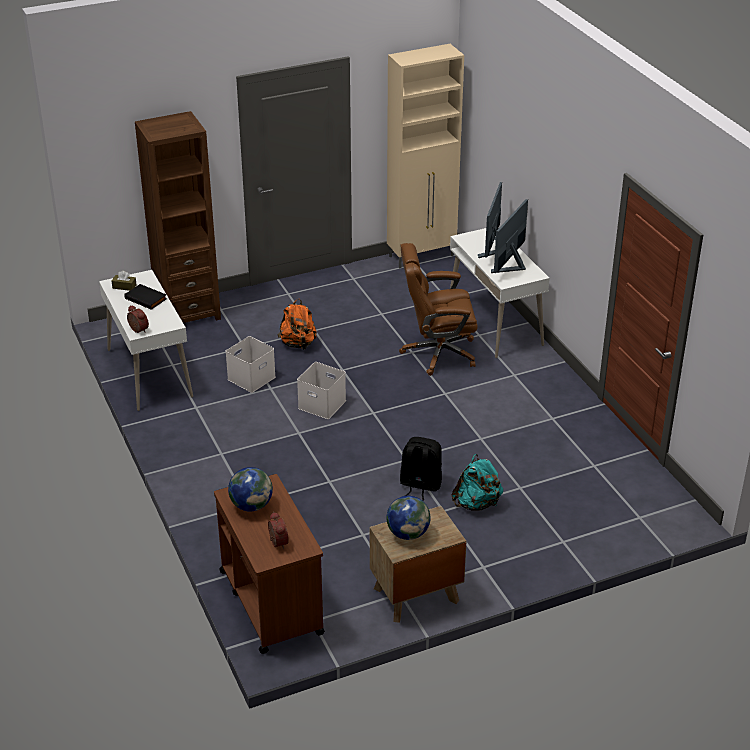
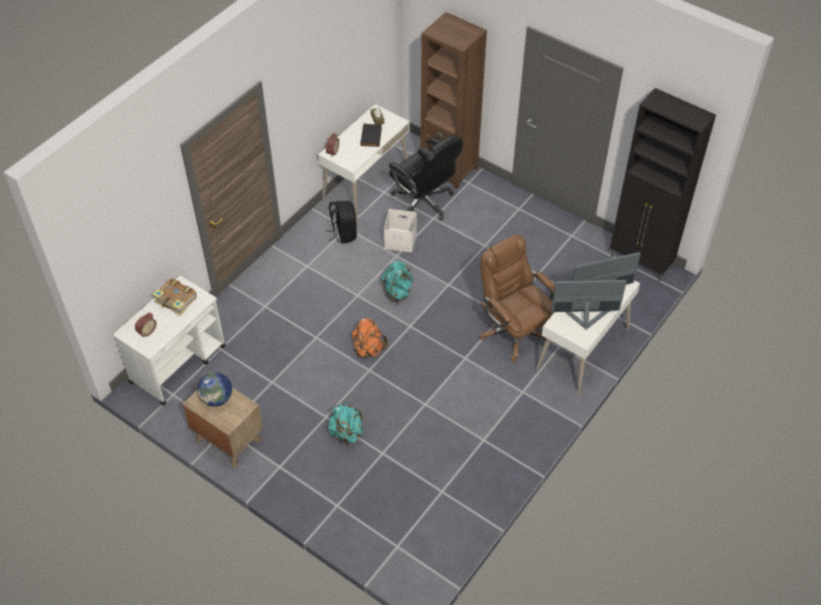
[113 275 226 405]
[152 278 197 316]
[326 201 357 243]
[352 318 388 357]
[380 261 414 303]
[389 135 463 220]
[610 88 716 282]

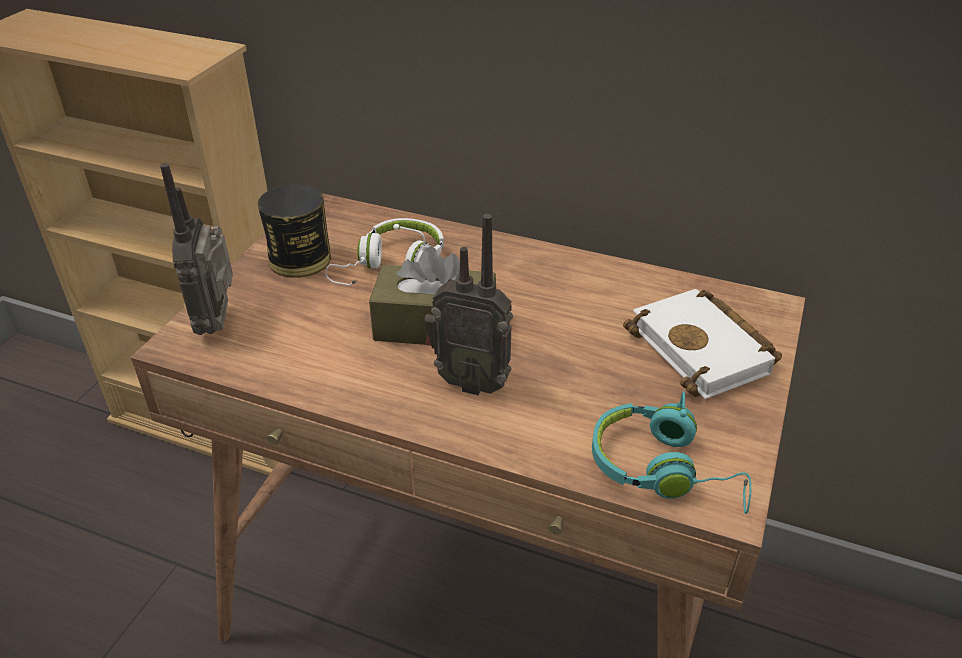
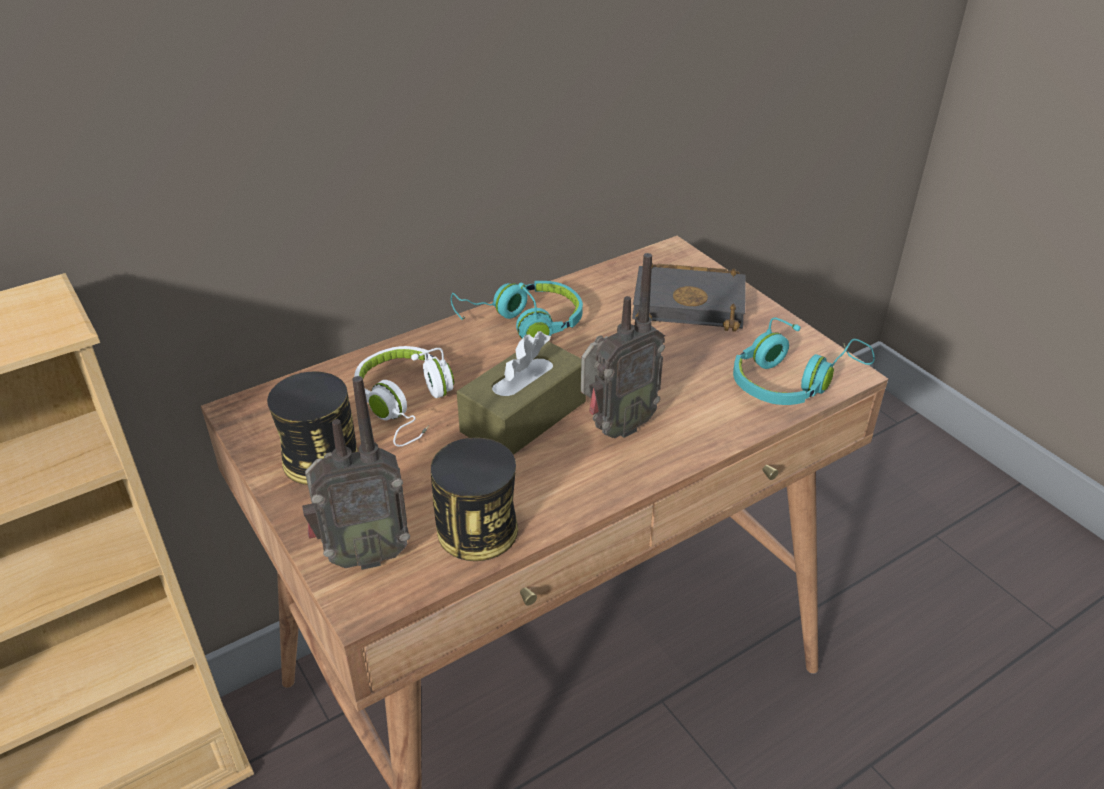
[302 376 410 570]
[431 437 518 561]
[451 281 583 339]
[632 263 746 332]

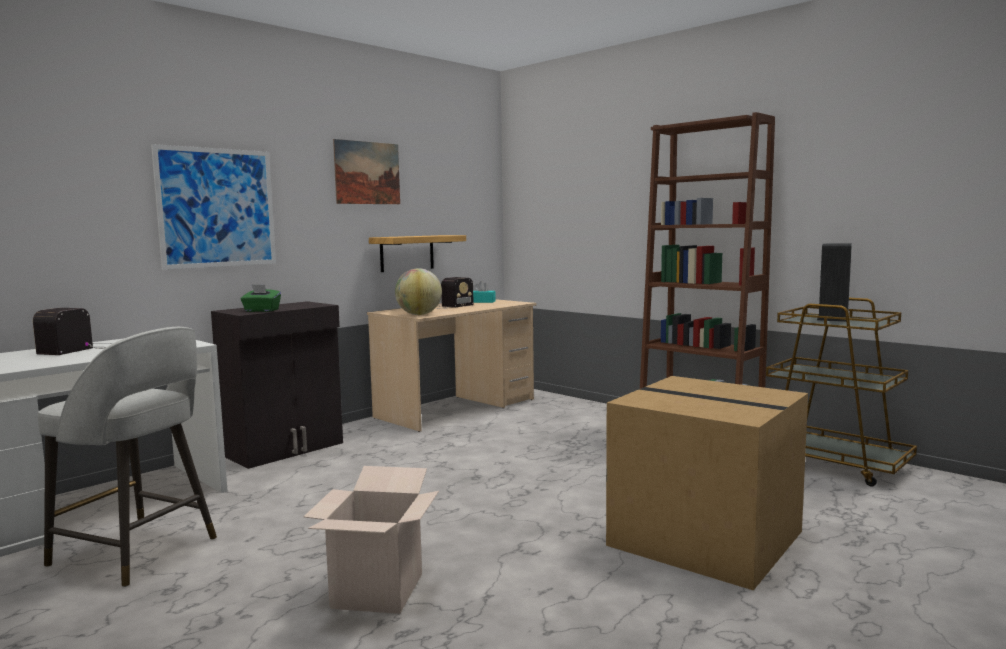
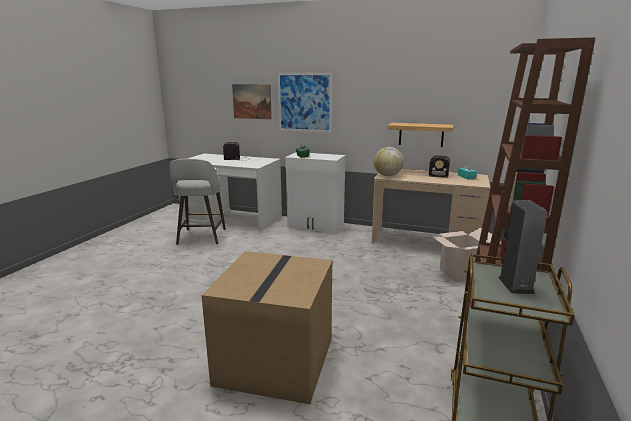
[232 84 272 120]
[285 152 345 233]
[431 228 492 282]

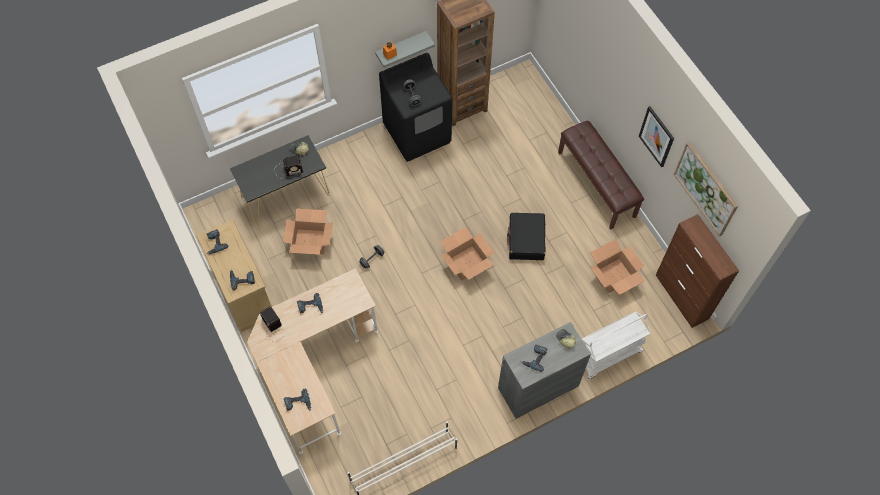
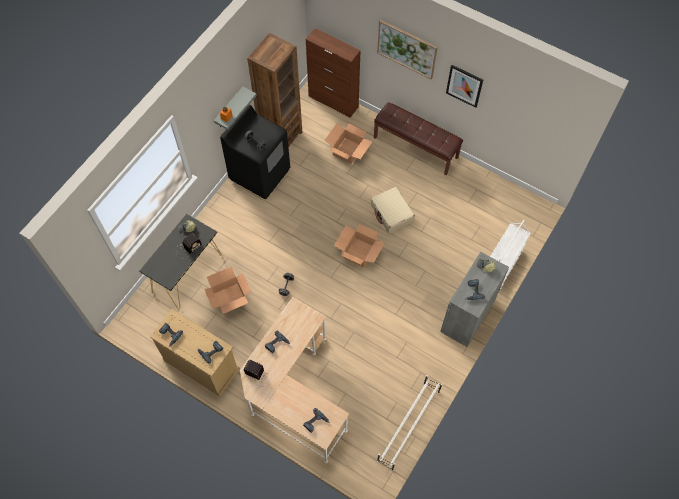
[306 28 361 118]
[324 123 373 164]
[371 187 415 233]
[377 20 437 79]

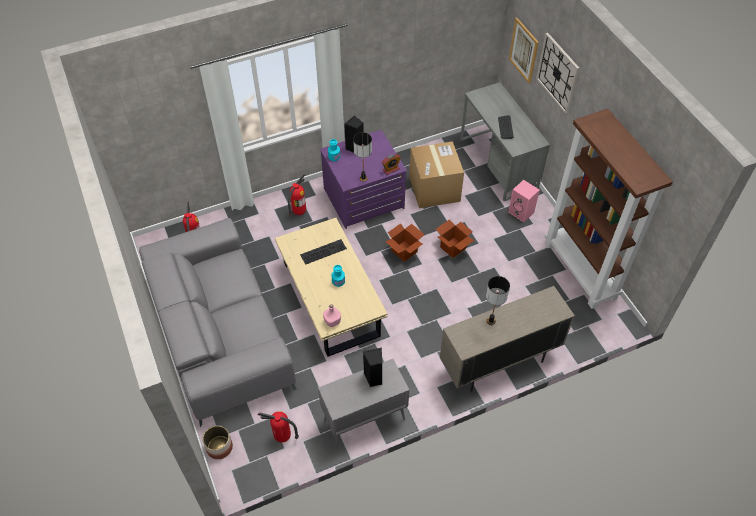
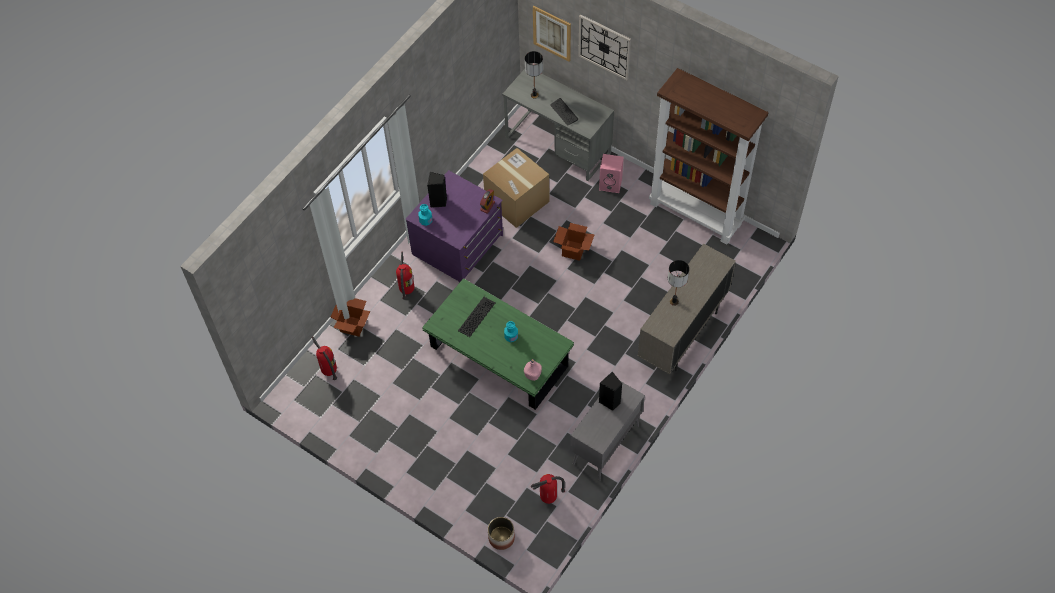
[331 298 370 337]
[422 278 574 410]
[525 51 543 99]
[139 218 297 427] (first image)

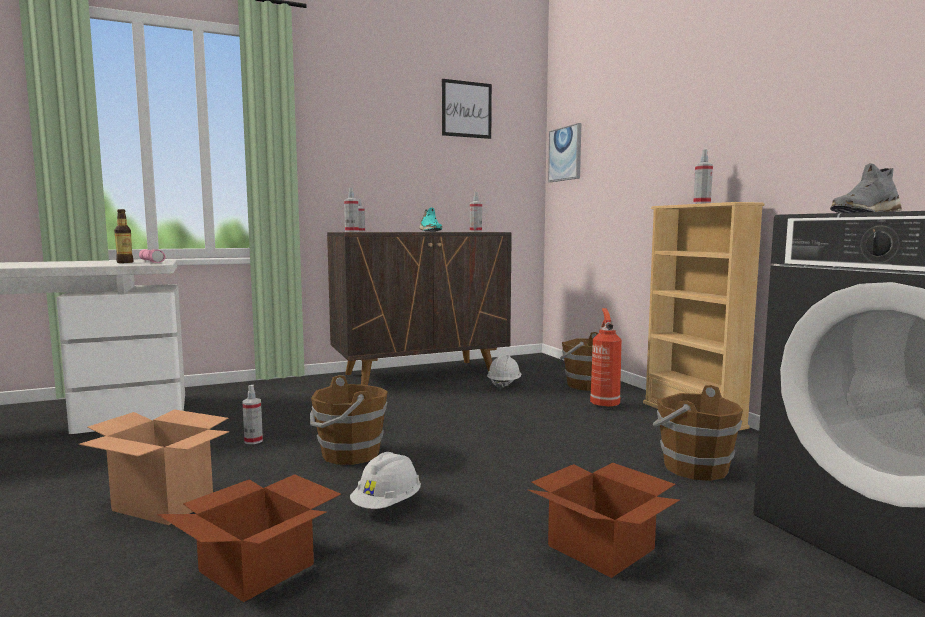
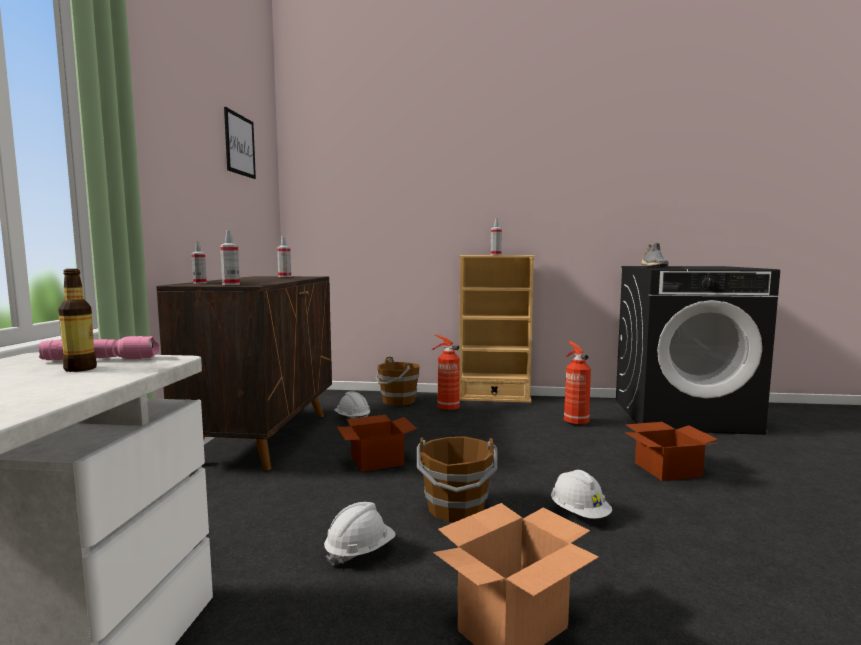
[324 502 396 566]
[337 415 417 472]
[564 341 591 426]
[419 207 442 232] (first image)
[548 123 581 182] (first image)

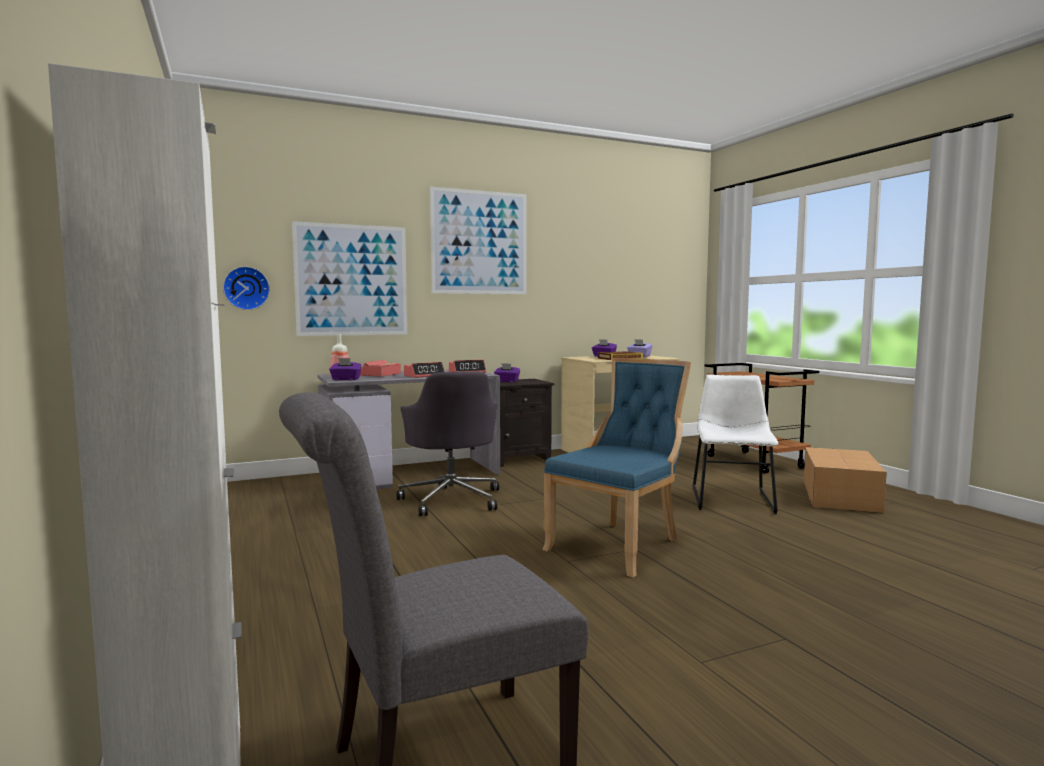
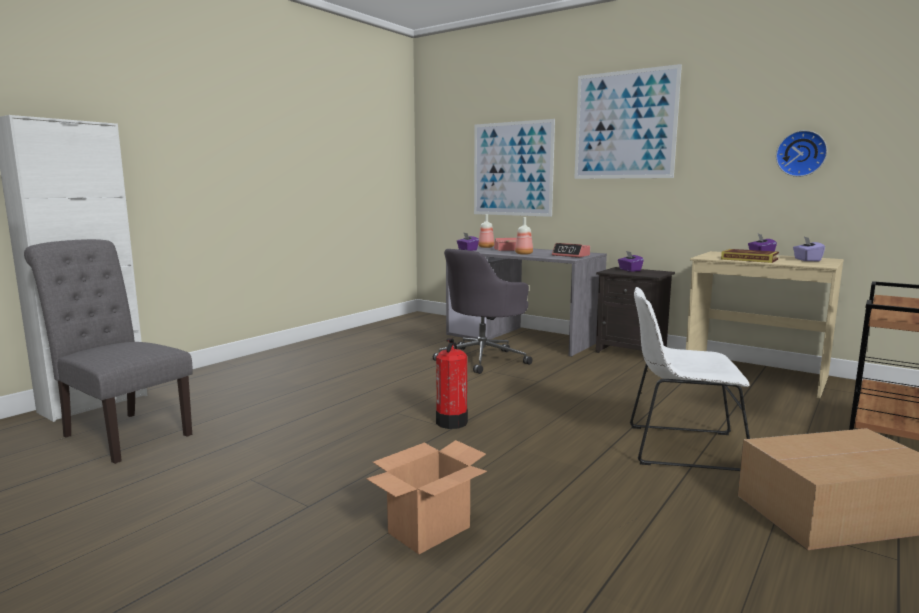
[366 440 487 554]
[436 338 468 429]
[515 217 533 255]
[630 287 750 471]
[776 130 827 177]

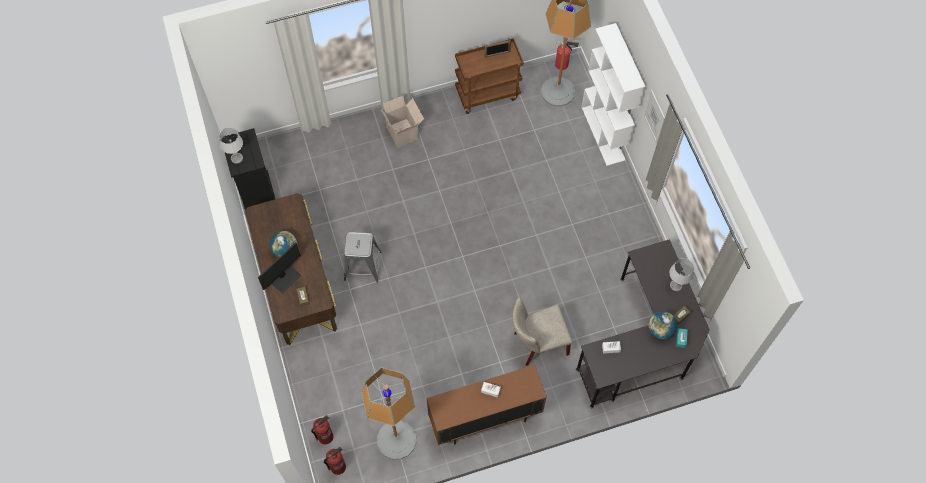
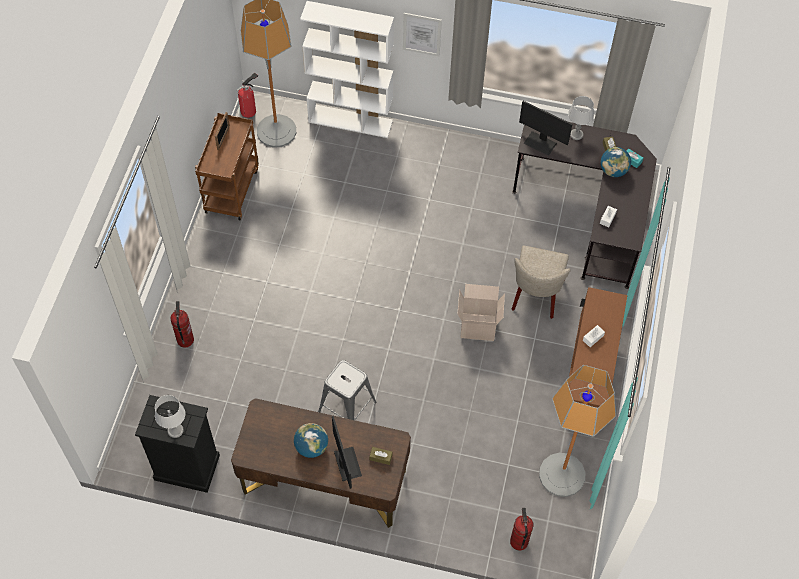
[170 301 194 348]
[458 284 505 341]
[519 101 572 156]

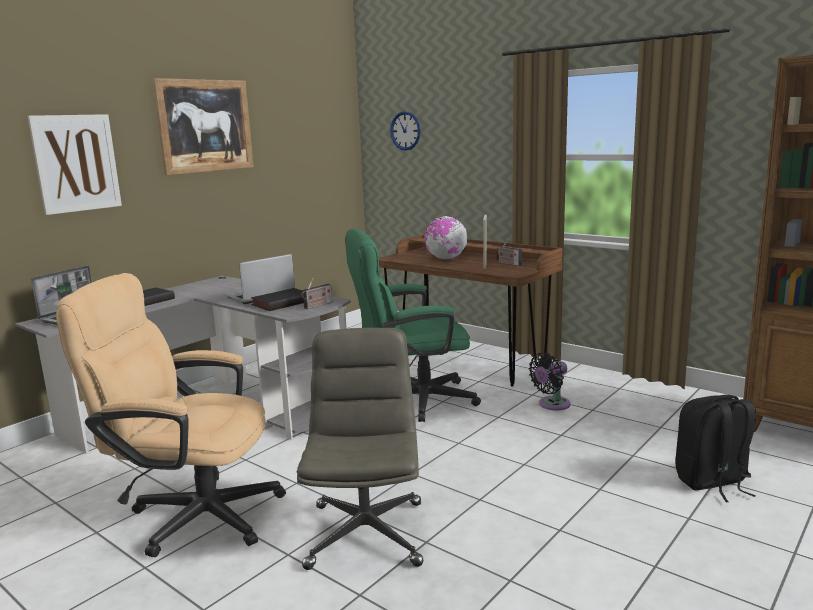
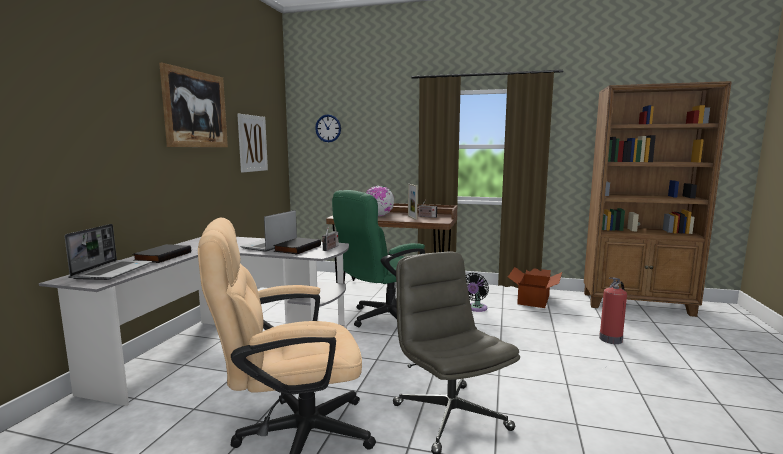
[237 114 268 172]
[508 267 562 308]
[599 278 627 344]

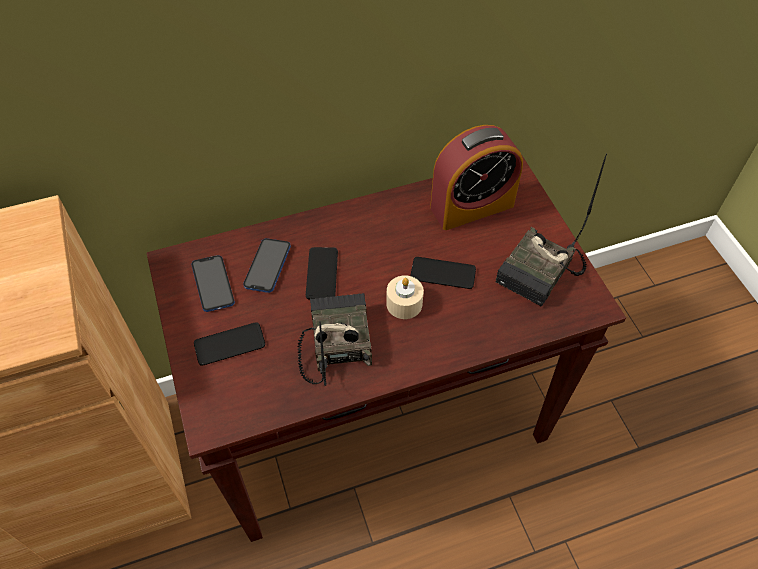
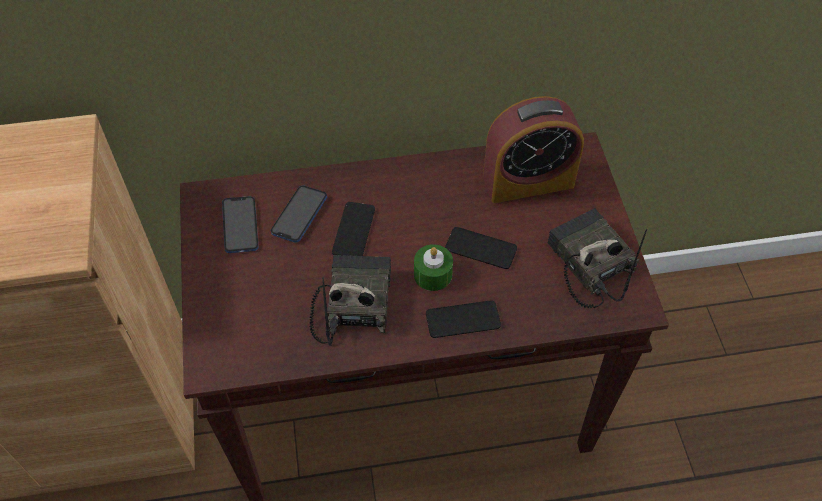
[414 244 453 291]
[426 301 501 338]
[547 208 647 308]

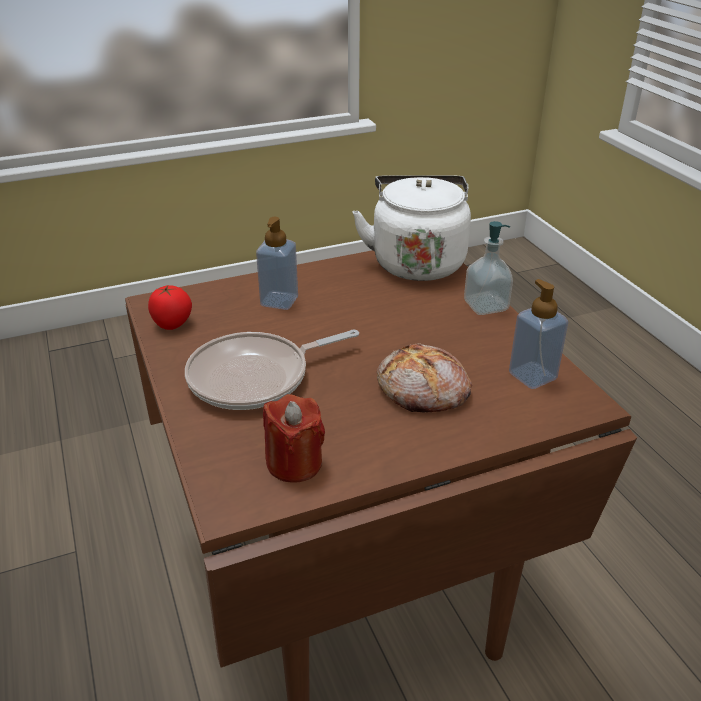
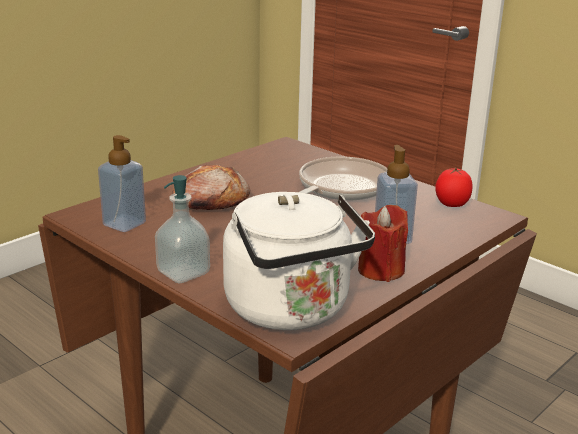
[358 205 408 282]

